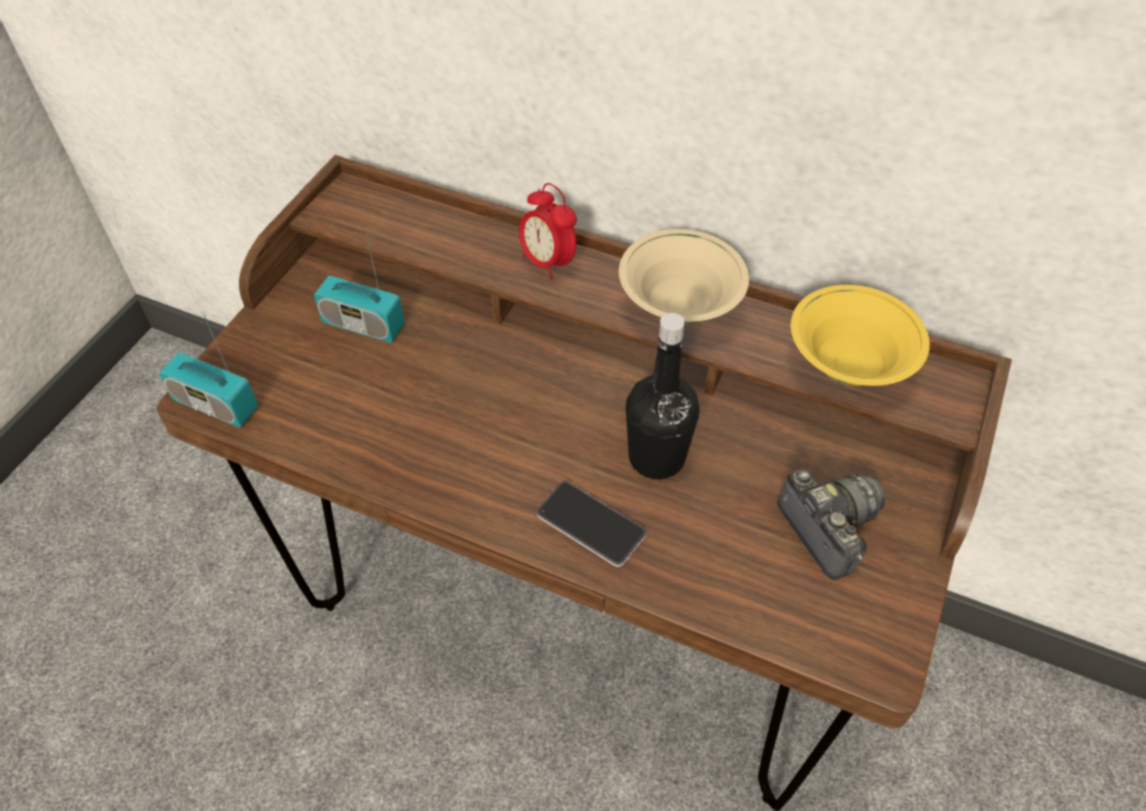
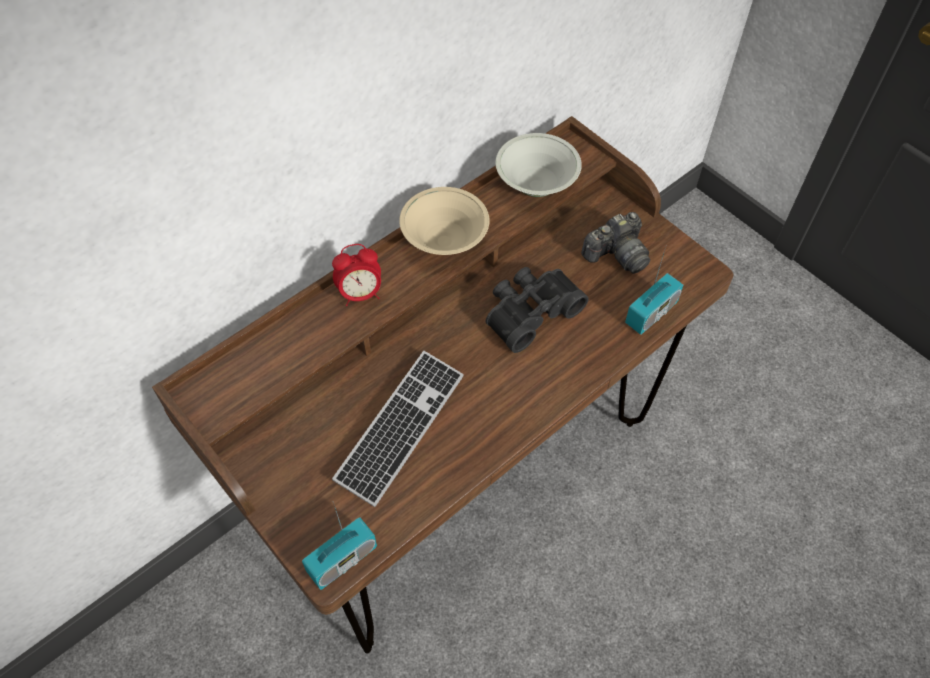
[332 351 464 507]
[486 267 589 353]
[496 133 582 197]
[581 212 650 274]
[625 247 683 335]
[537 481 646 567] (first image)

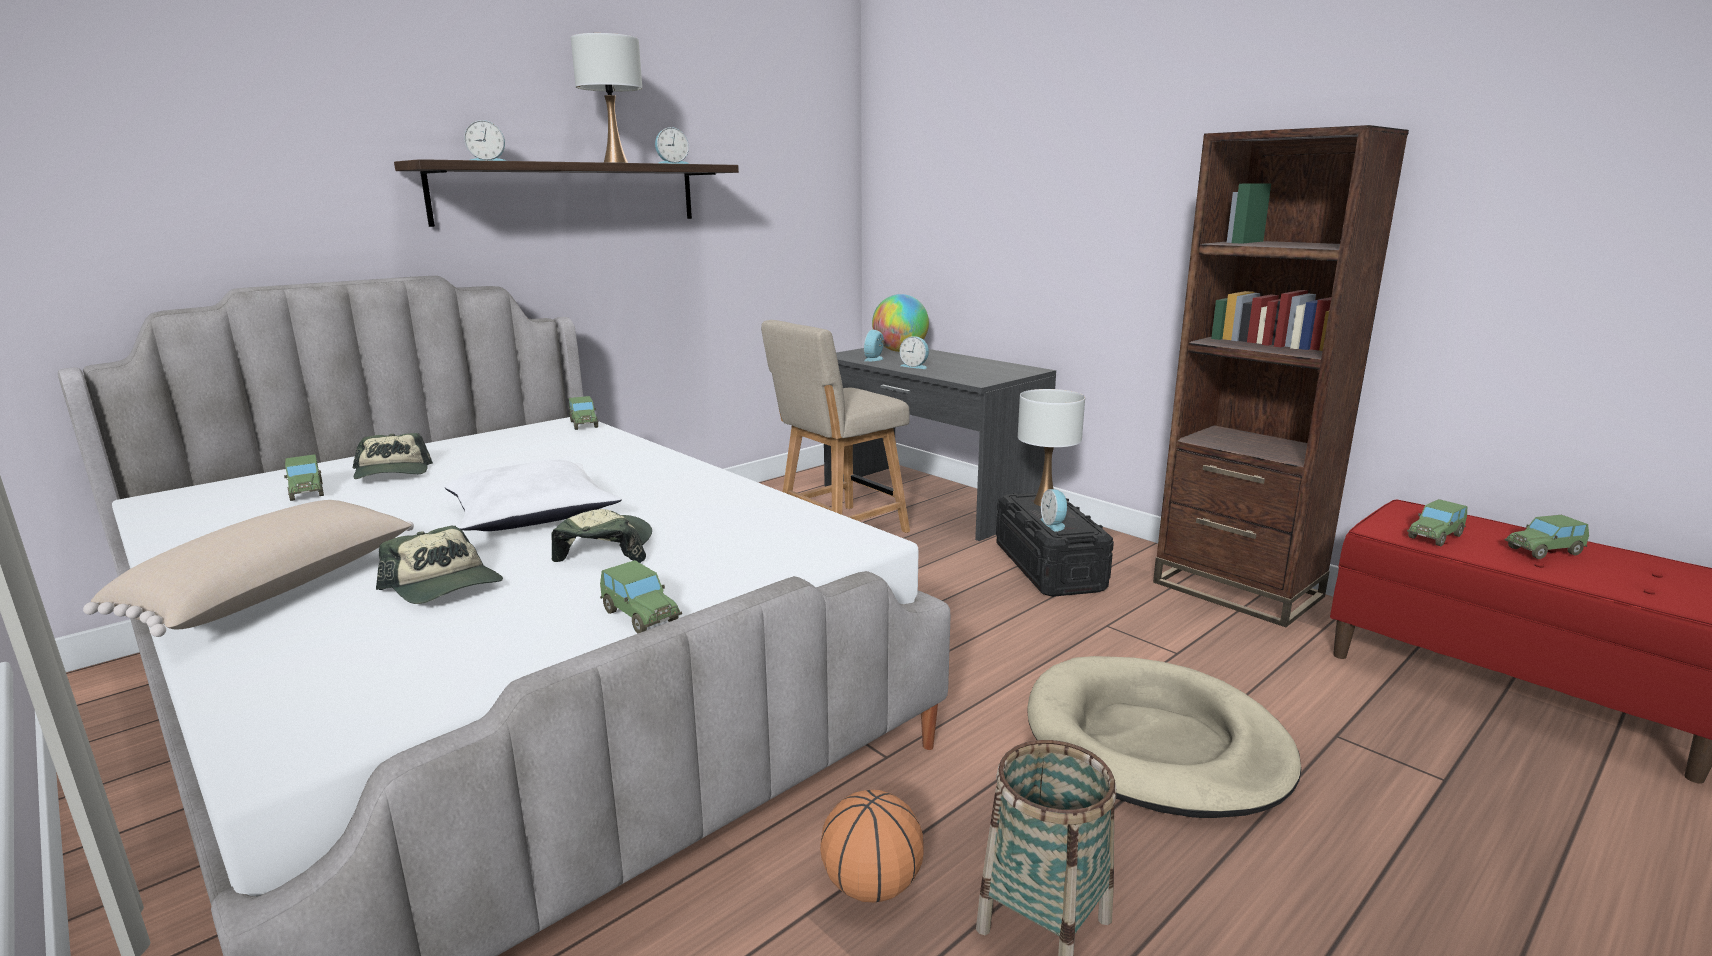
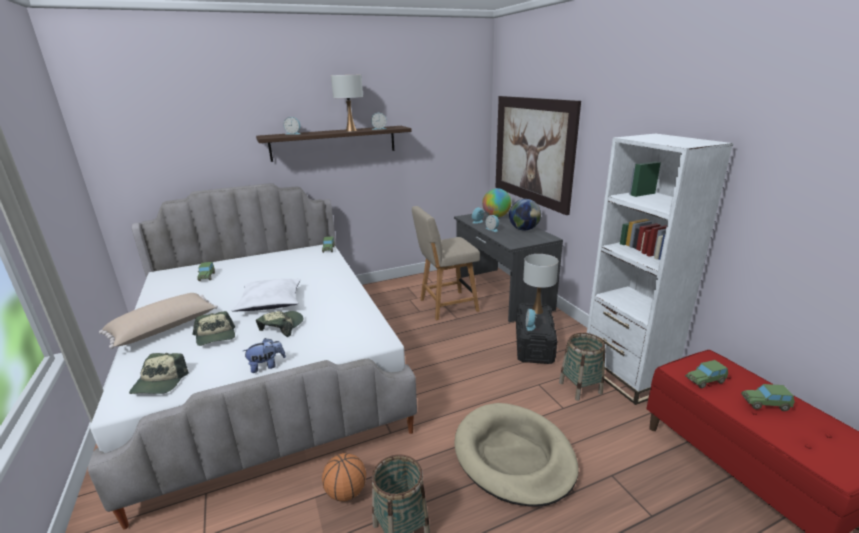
[129 353 189 394]
[243 338 286 373]
[496 96 581 215]
[509 199 541 230]
[559 333 606 401]
[587 134 734 405]

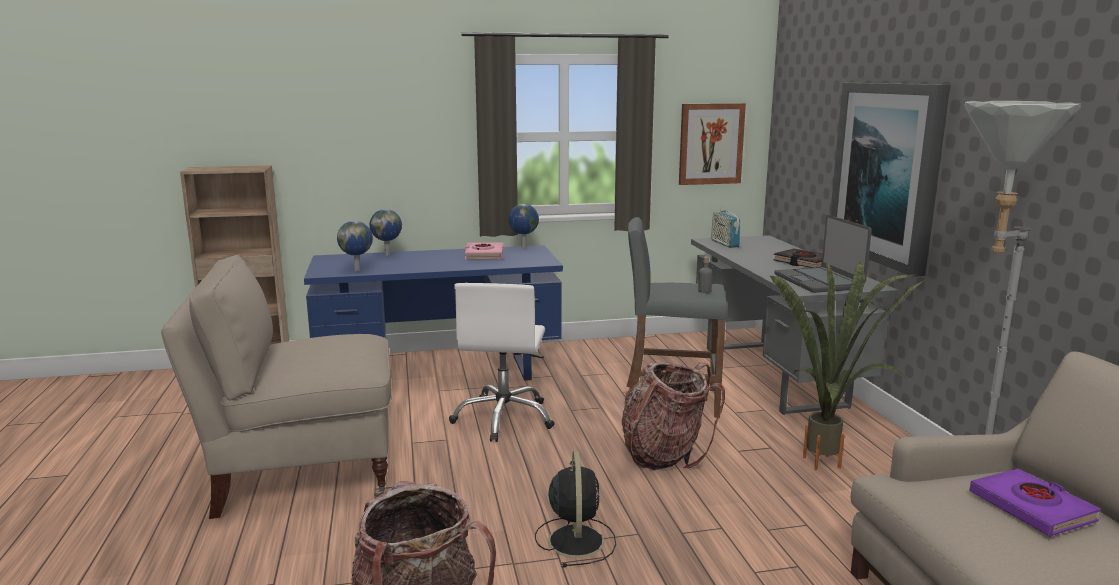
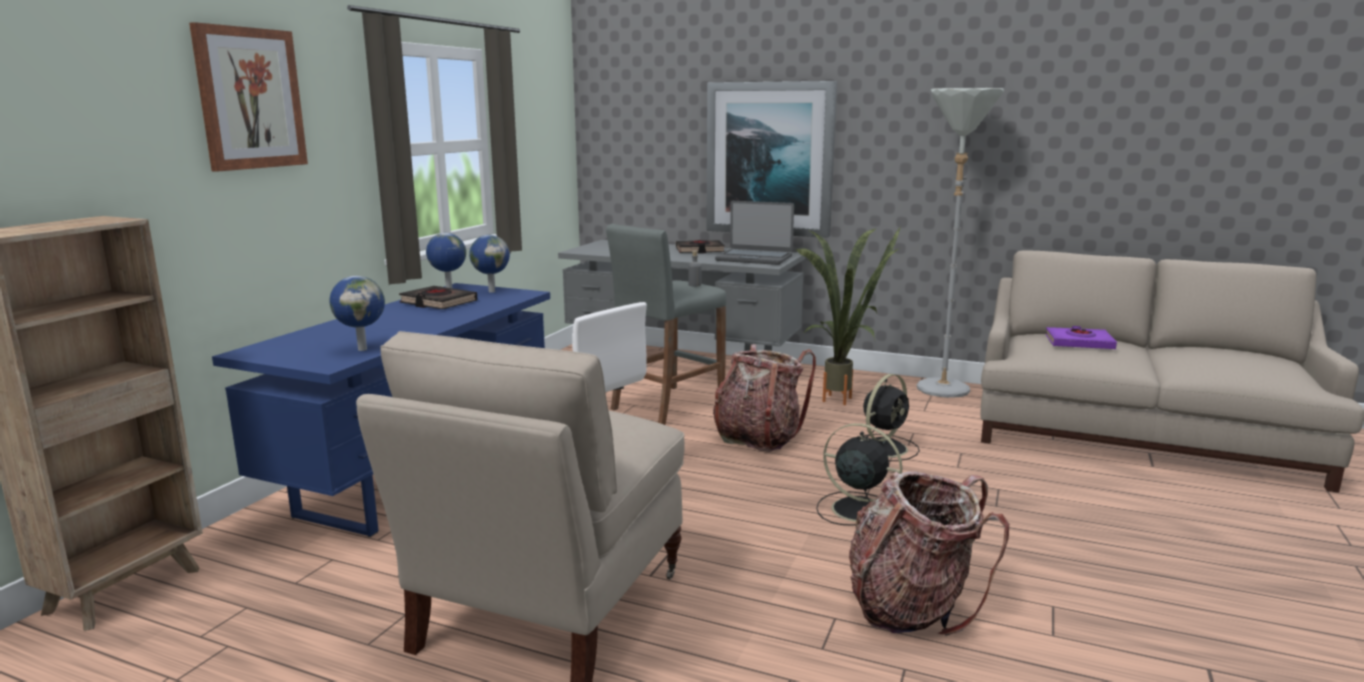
[189 22 308 172]
[399 286 477 309]
[469 235 510 293]
[863 374 920 461]
[711 206 740 248] (first image)

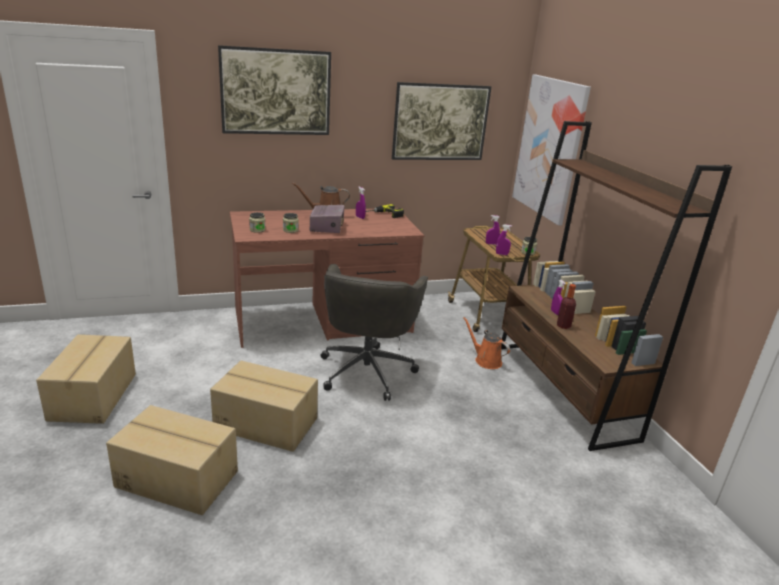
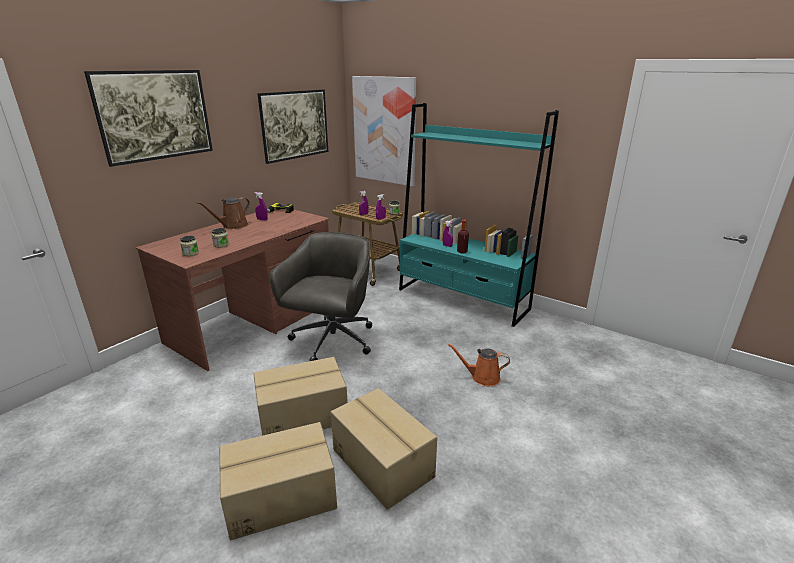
[270 232 372 361]
[331 388 437 510]
[399 103 559 327]
[448 344 510 386]
[310 205 345 233] (first image)

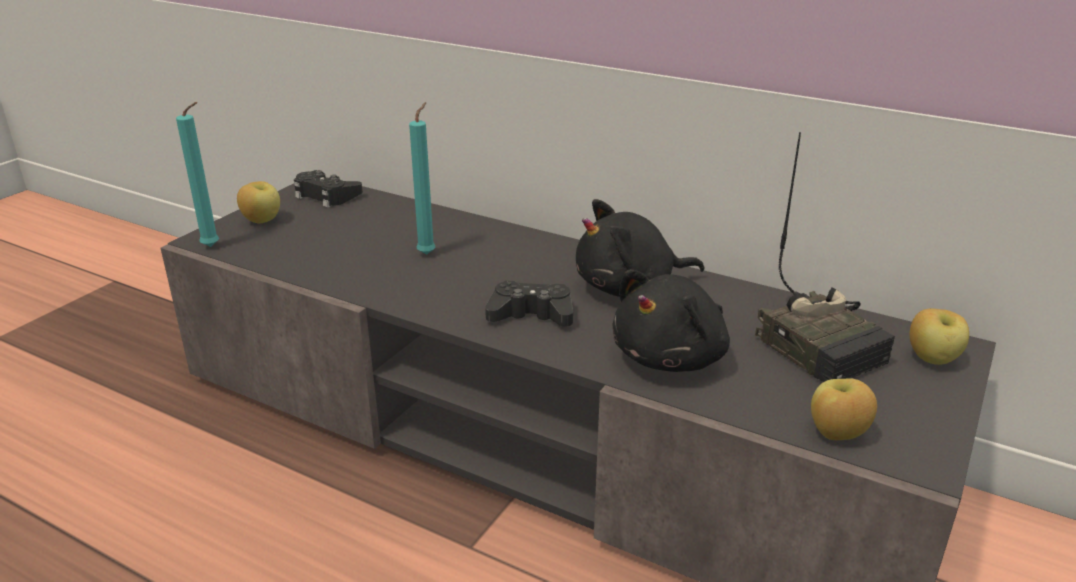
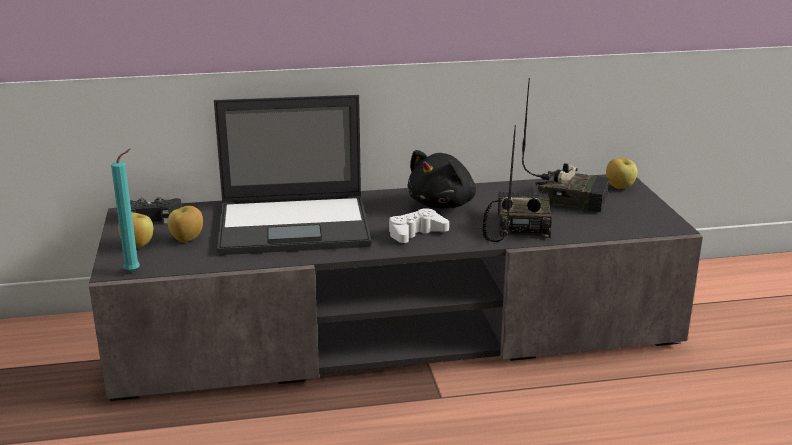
[168 206 203 242]
[214 95 371 255]
[389 208 449 243]
[482 125 552 242]

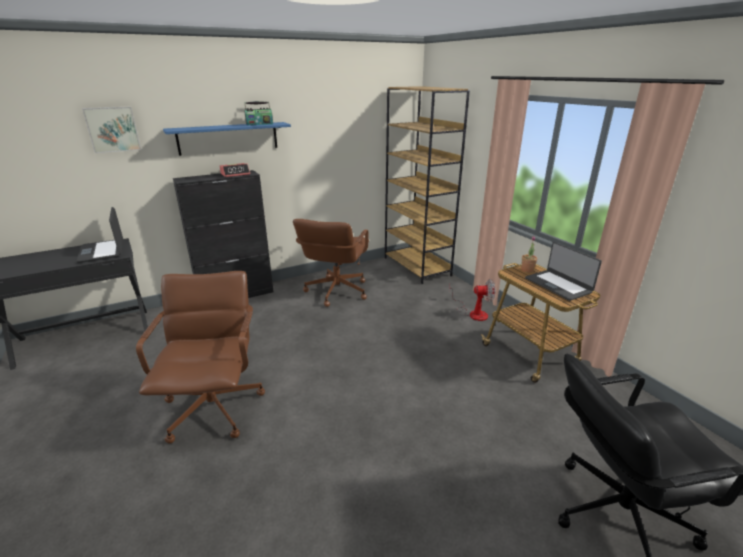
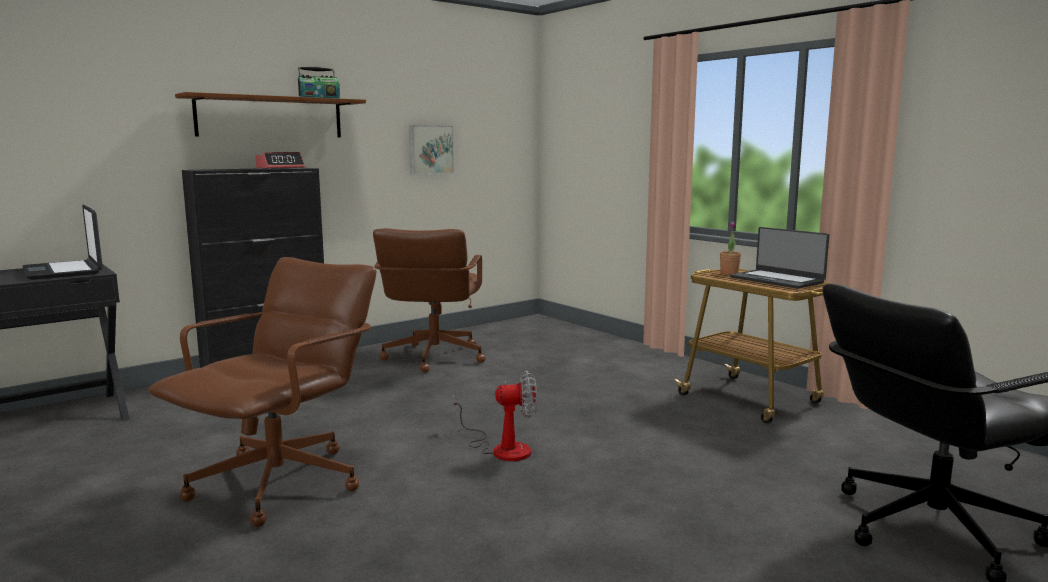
[148 257 376 527]
[175 92 366 137]
[409 125 454 175]
[453 371 537 461]
[385 86 470 284] (first image)

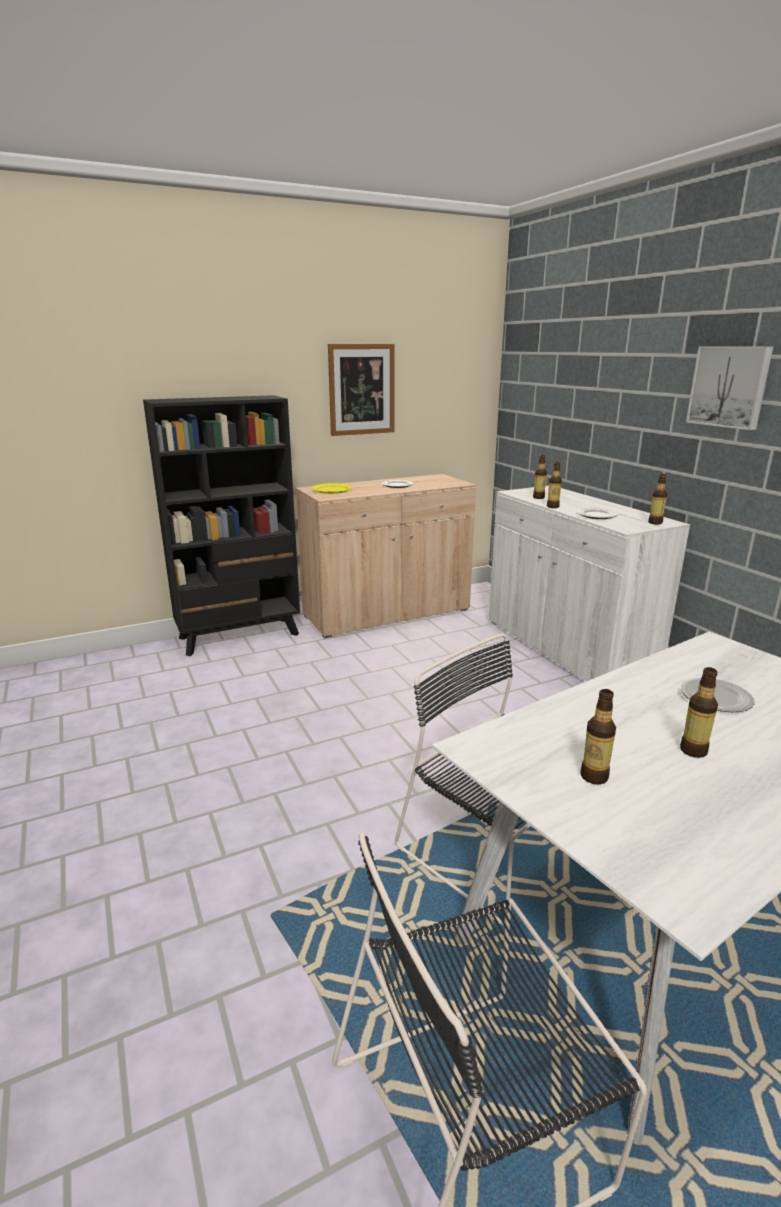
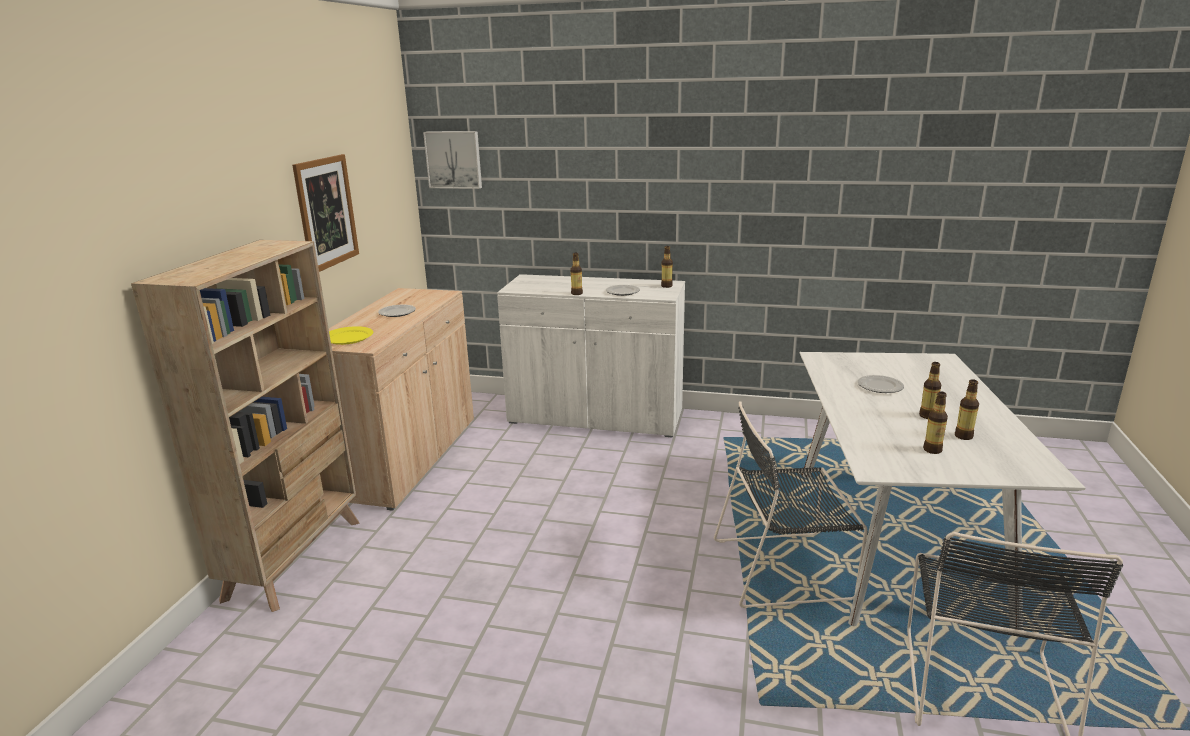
[131 240 359 612]
[423 131 482 189]
[955 379 979 440]

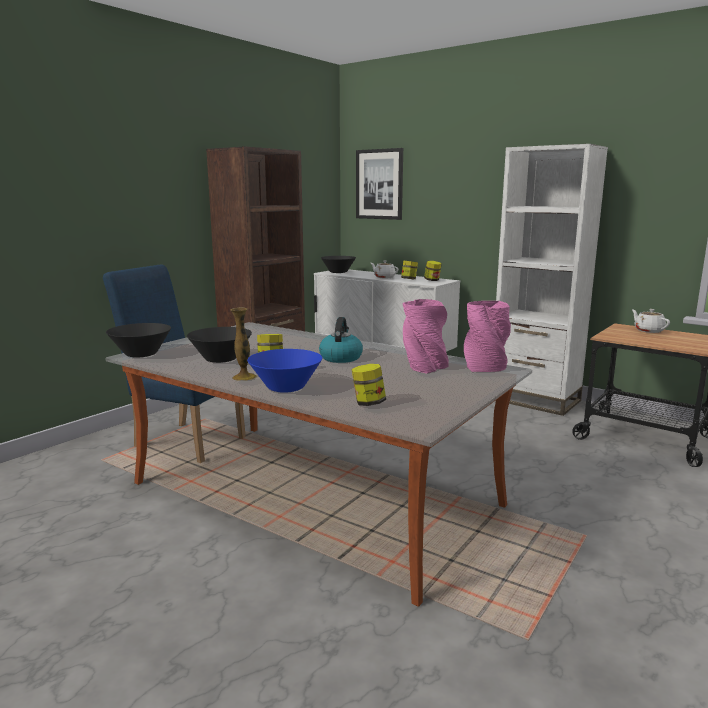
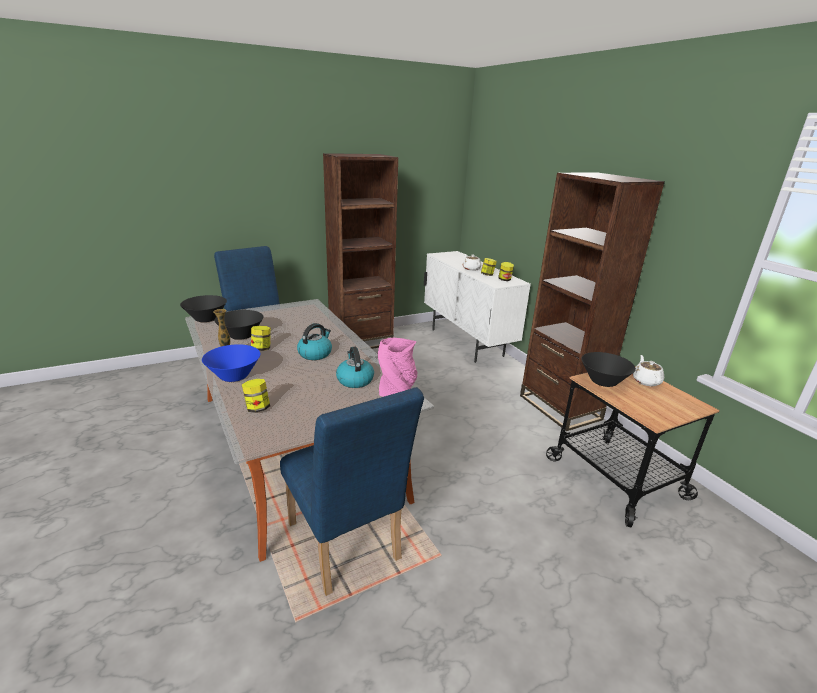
[280 387 424 596]
[336 347 374 388]
[520 172 665 431]
[581 352 636 387]
[356 148 403 220] (first image)

